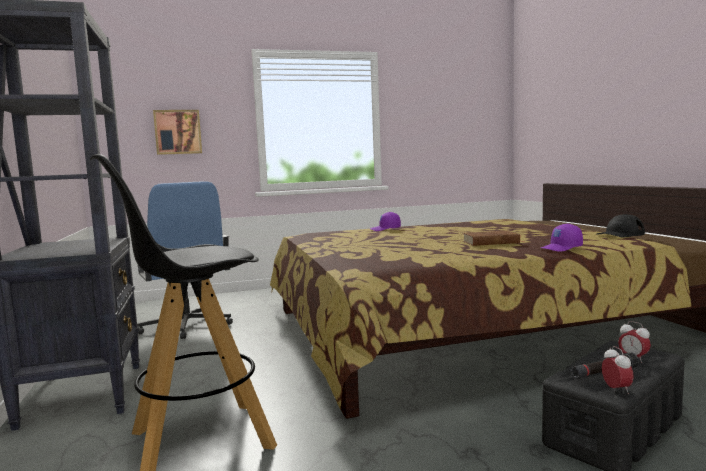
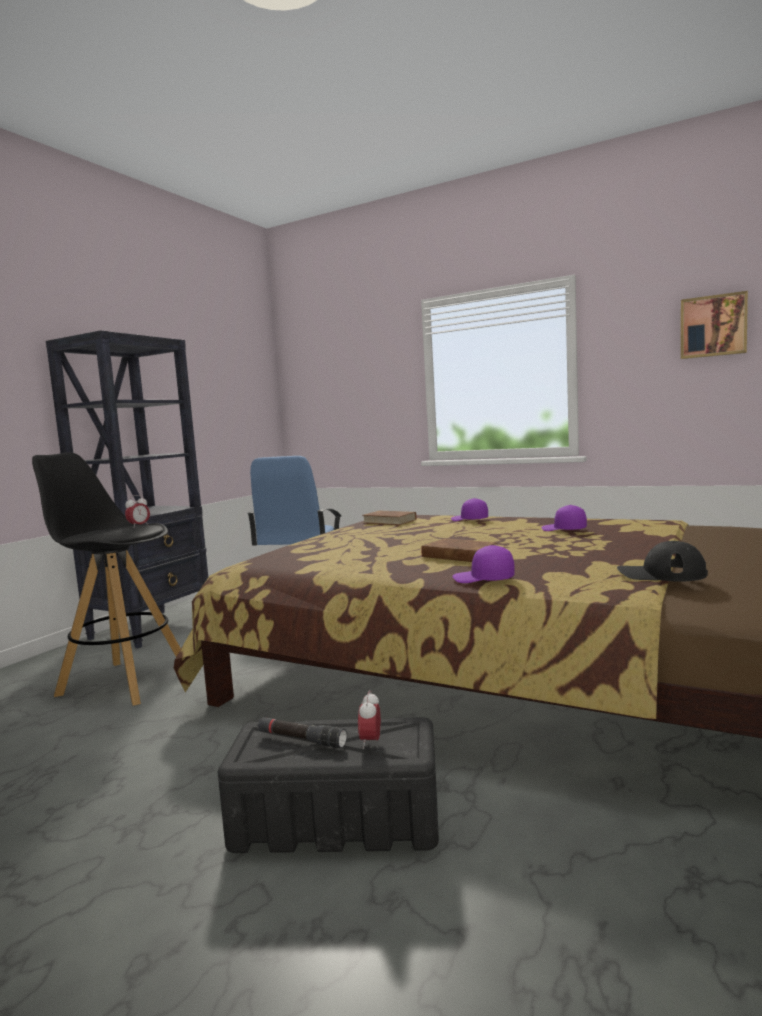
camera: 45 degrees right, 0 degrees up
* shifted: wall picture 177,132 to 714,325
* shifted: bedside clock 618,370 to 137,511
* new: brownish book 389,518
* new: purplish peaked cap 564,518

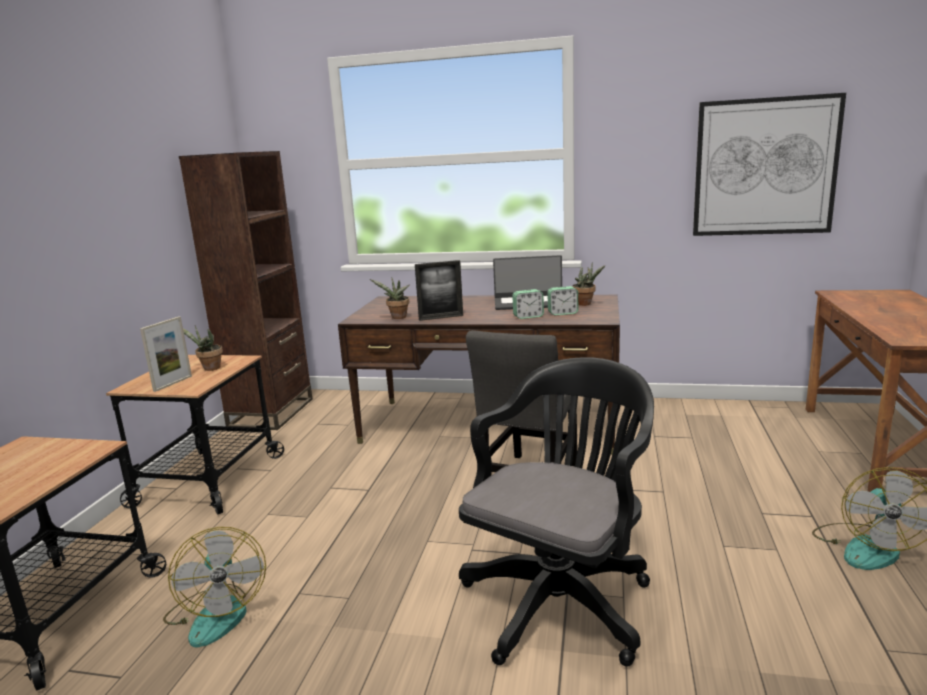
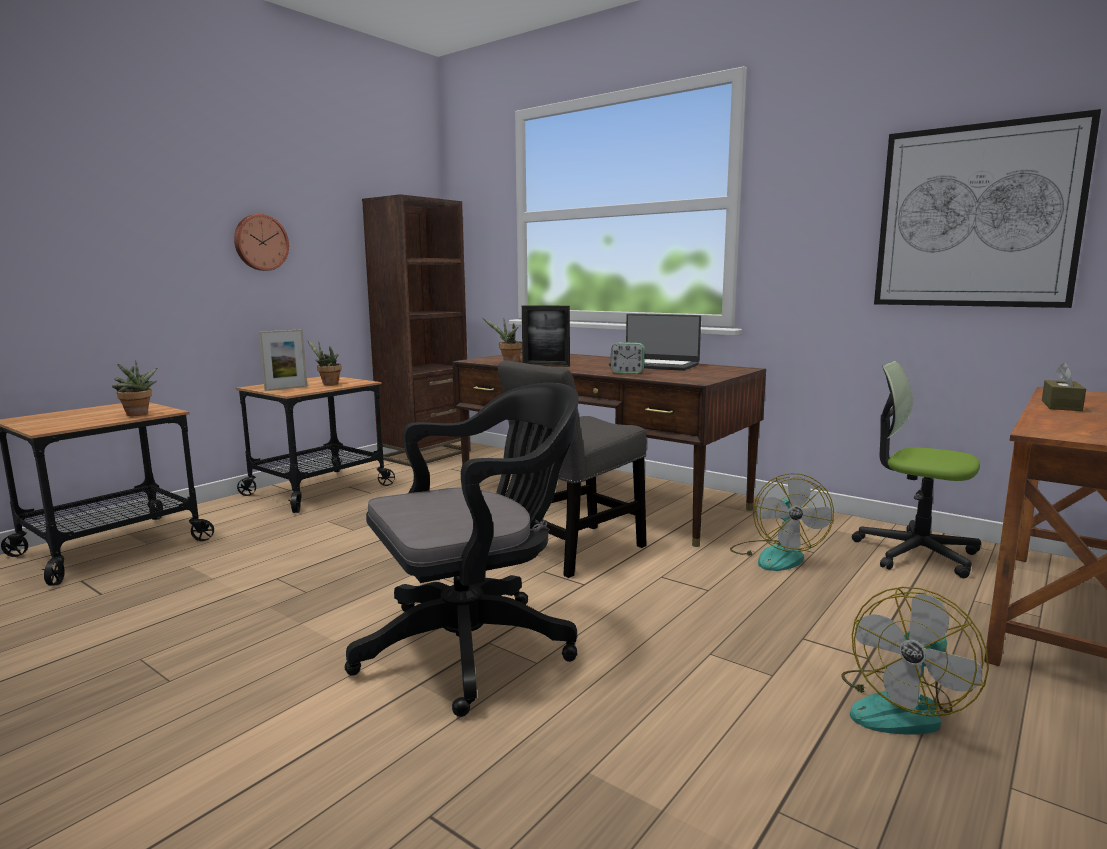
camera: 25 degrees right, 5 degrees down
* shifted: fan 214,587 to 782,522
* gone: bedside clock 562,301
* shifted: potted plant 588,284 to 134,388
* new: hanging clock 261,242
* new: desk chair 916,469
* new: brownish tissue box 1064,386

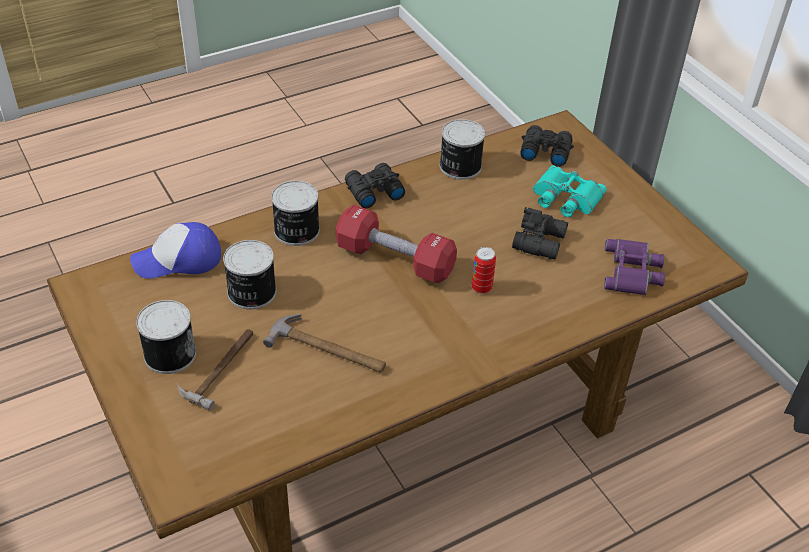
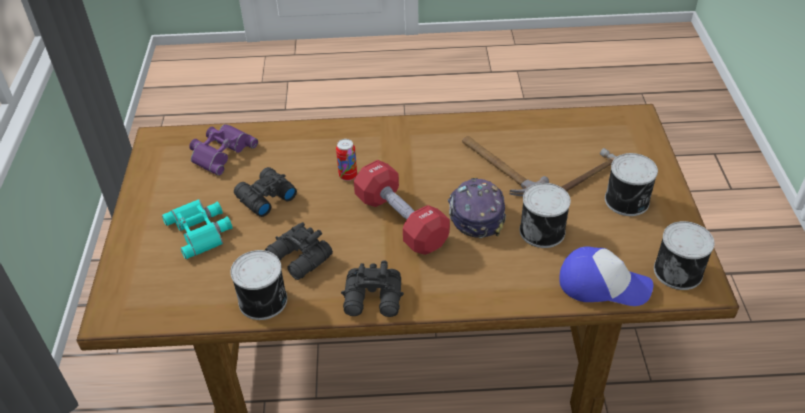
camera: 150 degrees left, 0 degrees up
* shifted: metal can 295,213 to 684,255
* shifted: black pair of binoculars 547,146 to 299,251
* new: peaked cap 477,208

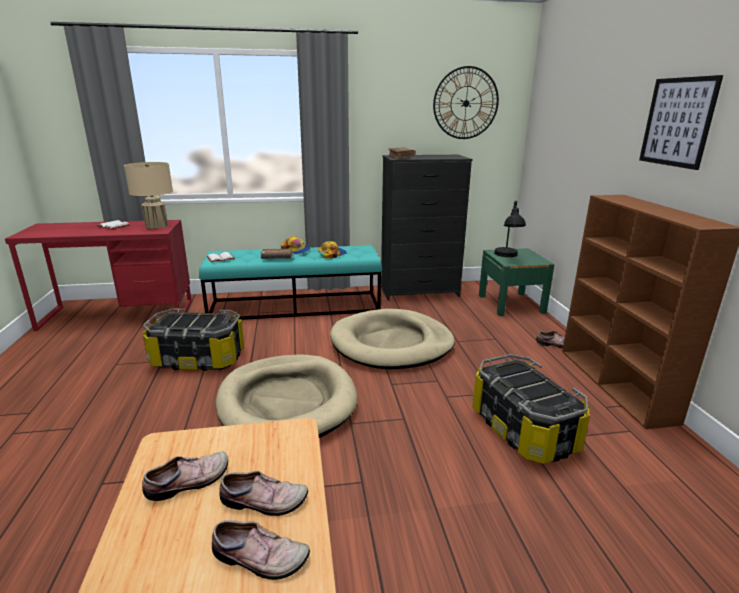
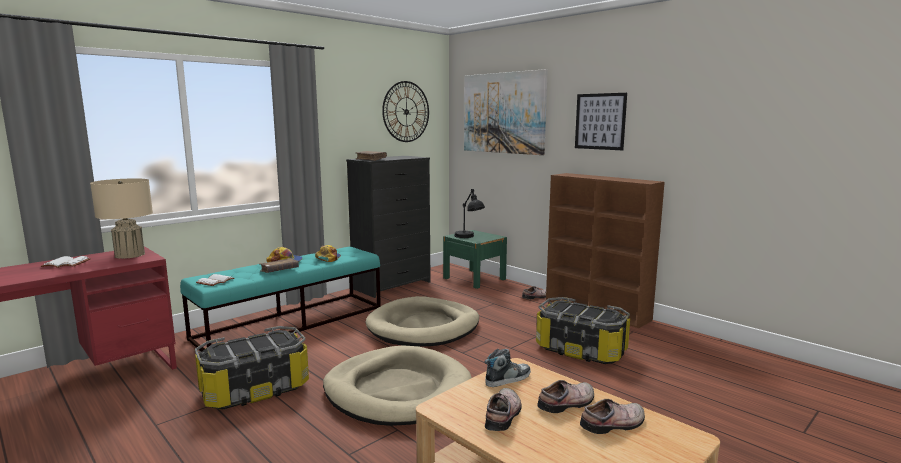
camera: 35 degrees left, 10 degrees down
* new: wall picture 506,112
* new: shoe 508,368

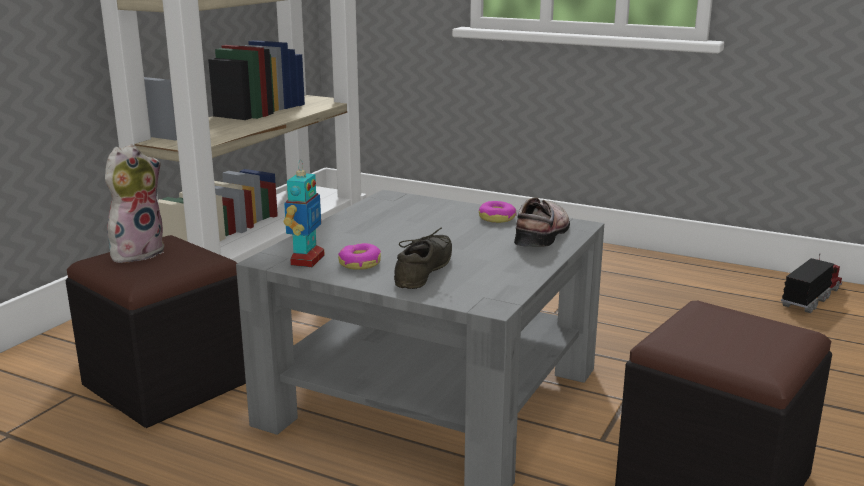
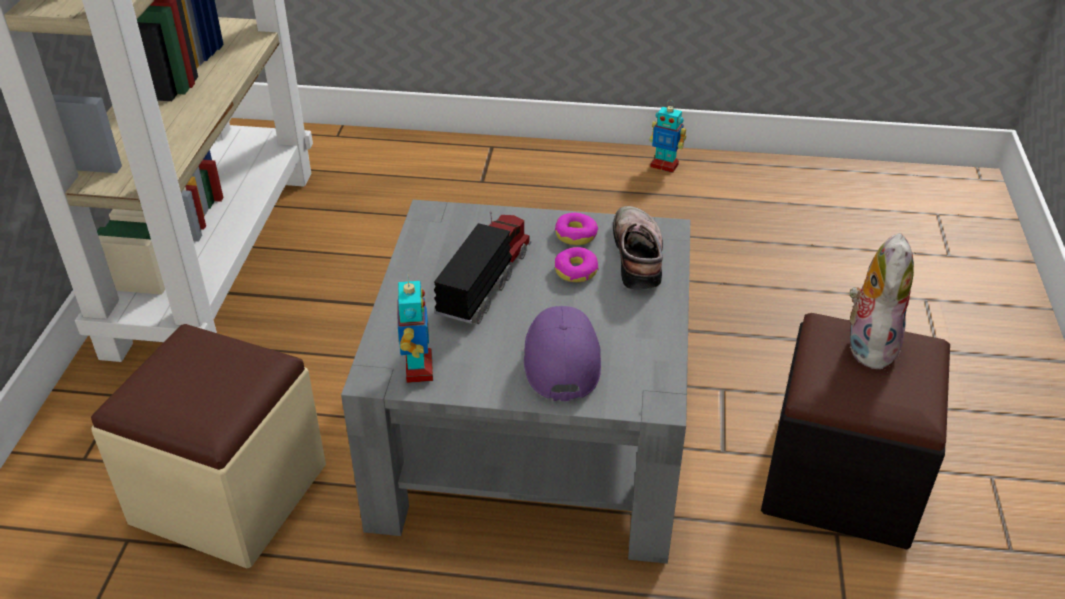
camera: 20 degrees left, 20 degrees up
* repainted: black footrest 156,331 to beige-coloured footrest 208,446
* shifted: soft toy 134,203 to 881,301
* shifted: donut 359,256 to 577,264
* swapped: gray shoe 423,258 to purplish peaked cap 562,353
* shifted: toy lorry 811,283 to 482,268
* new: model robot 667,137

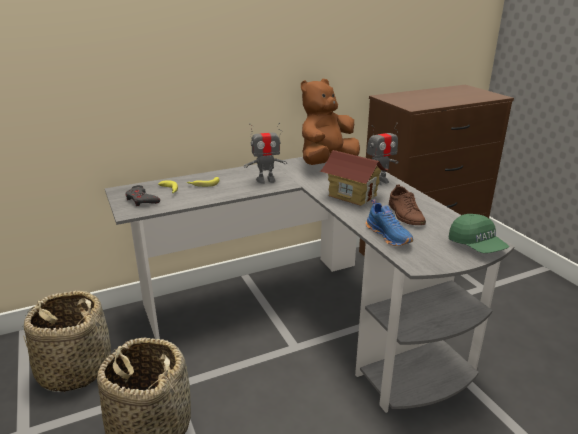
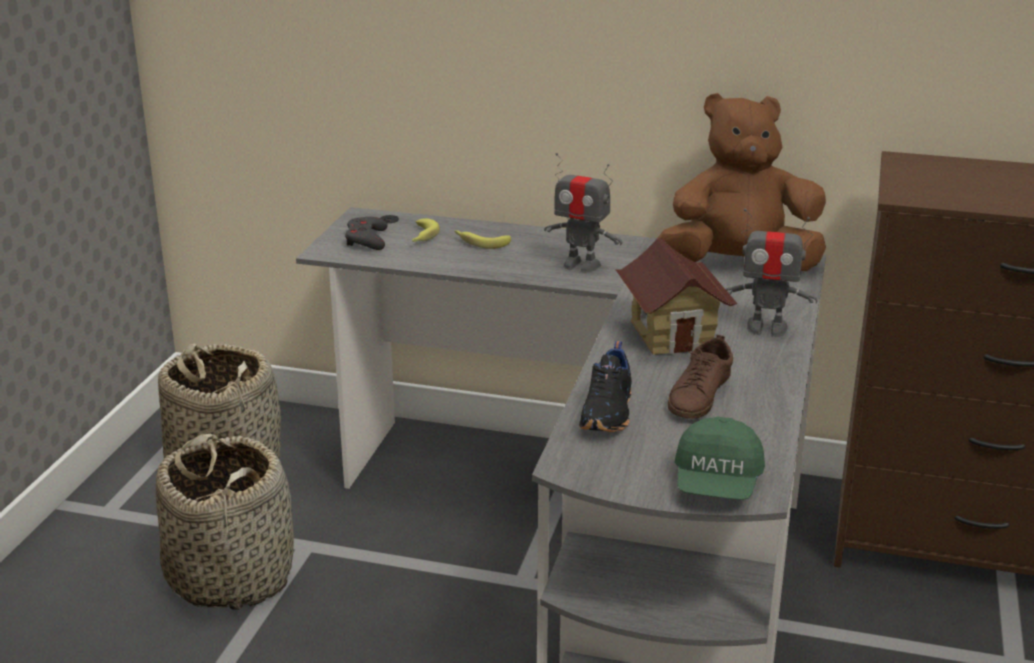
camera: 40 degrees right, 0 degrees up
* repainted: bluish shoe 389,222 to black shoe 605,386

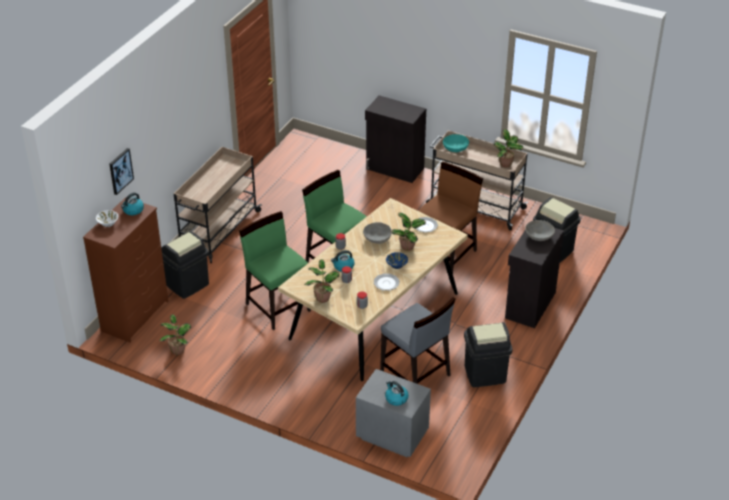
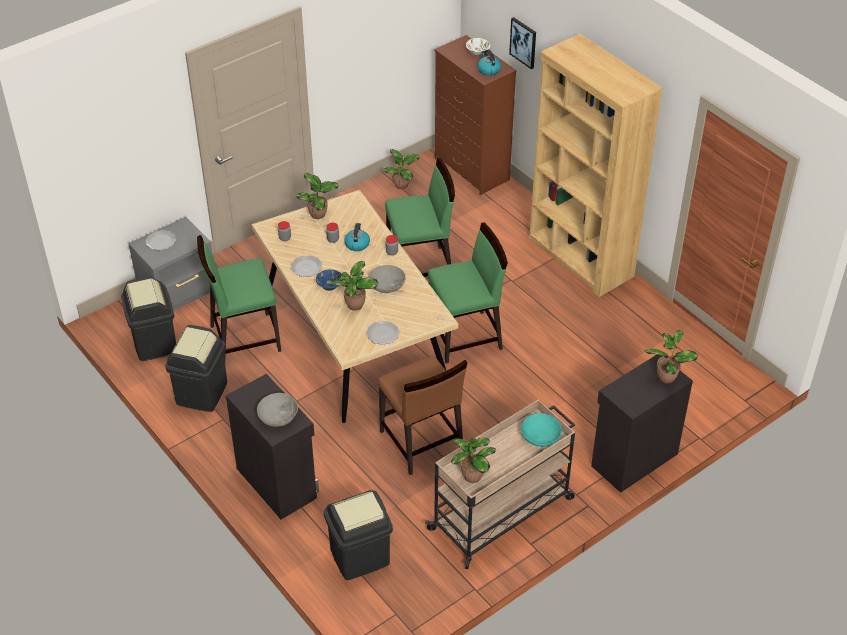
camera: 115 degrees right, 5 degrees up
* shifted: black rubbish bin 185,265 to 148,318
* swapped: beige-coloured cart 218,205 to brownish bookcase 595,165
* repainted: gray chair 417,340 to green chair 239,297
* swapped: kettle 397,393 to dinner plate 161,240
* new: potted plant 671,357

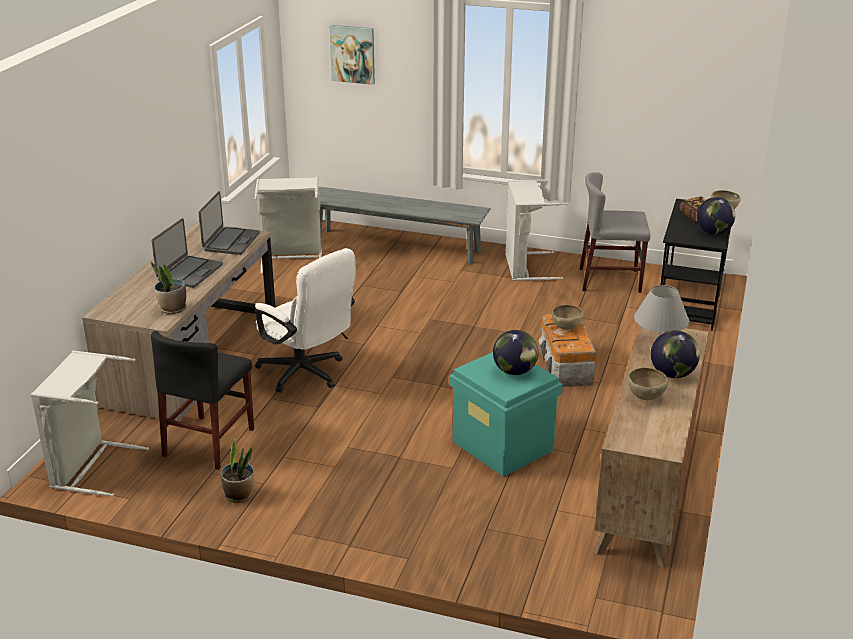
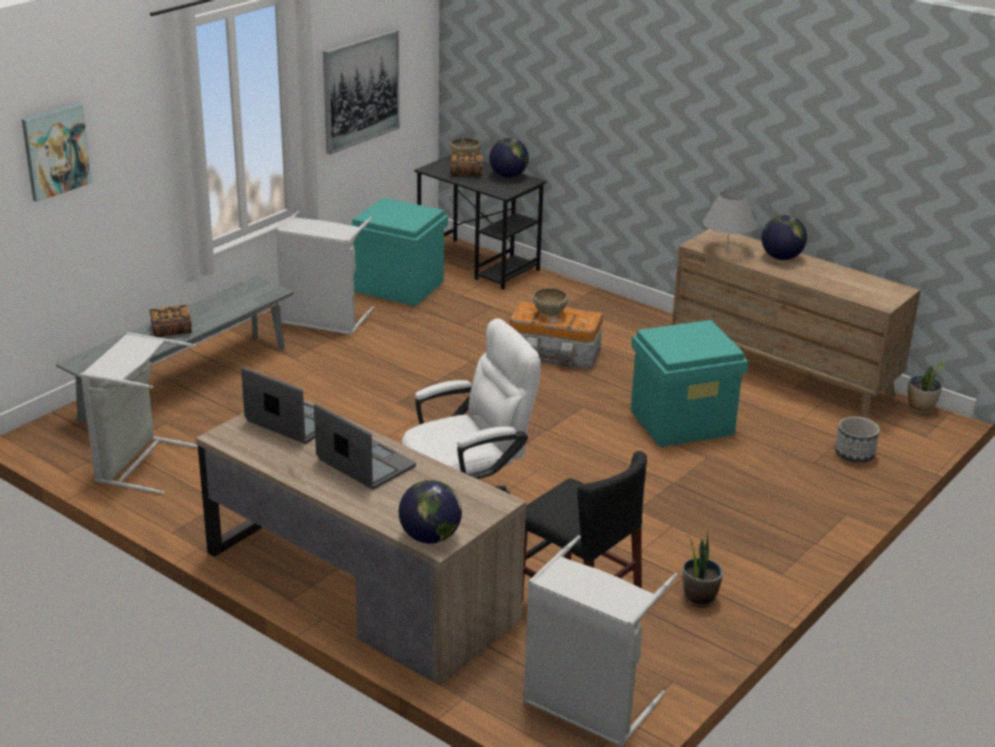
camera: 70 degrees left, 0 degrees up
* shifted: potted plant 168,288 to 927,385
* shifted: world globe 515,352 to 430,512
* swapped: gray chair 615,232 to turquoise storage container 399,252
* gone: brownish deep dish 648,383
* new: book 170,321
* new: wall picture 361,92
* new: plant pot 857,440

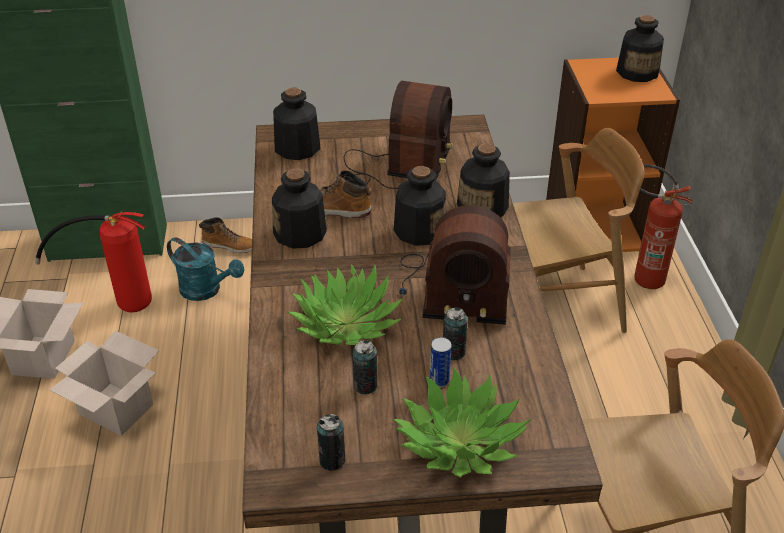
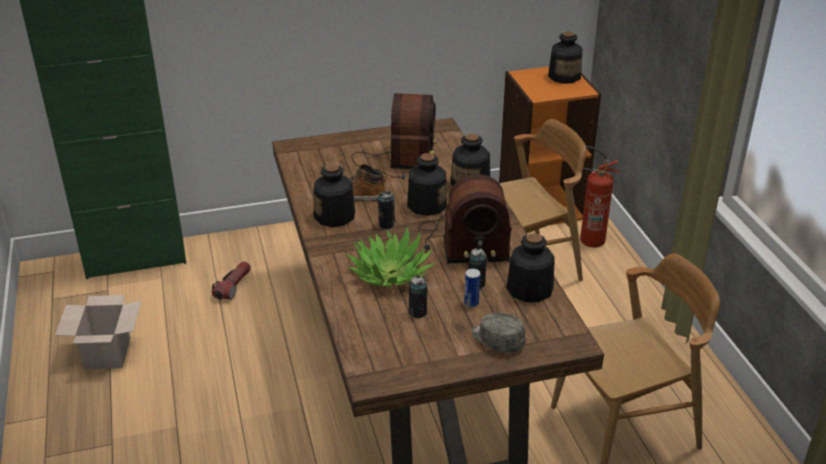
camera: 10 degrees left, 5 degrees down
* gone: extinguisher 93,261
* gone: carton 104,383
* swapped: turquoise sprinkling can 205,269 to hand torch 231,280
* gone: tall boot 225,235
* shifted: beverage bottle 297,124 to 531,267
* shifted: metal can 331,442 to 386,210
* swapped: potted plant 462,423 to gray peaked cap 499,332

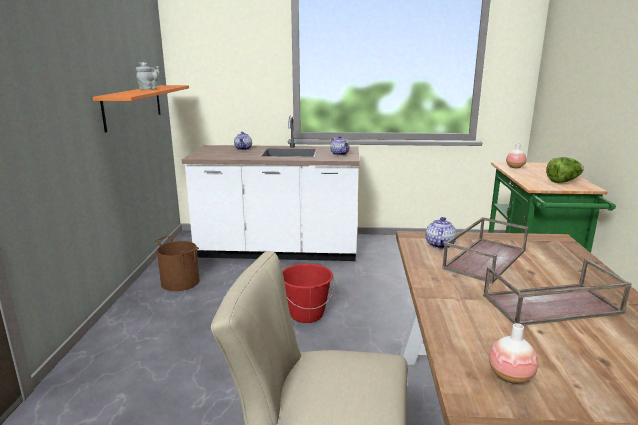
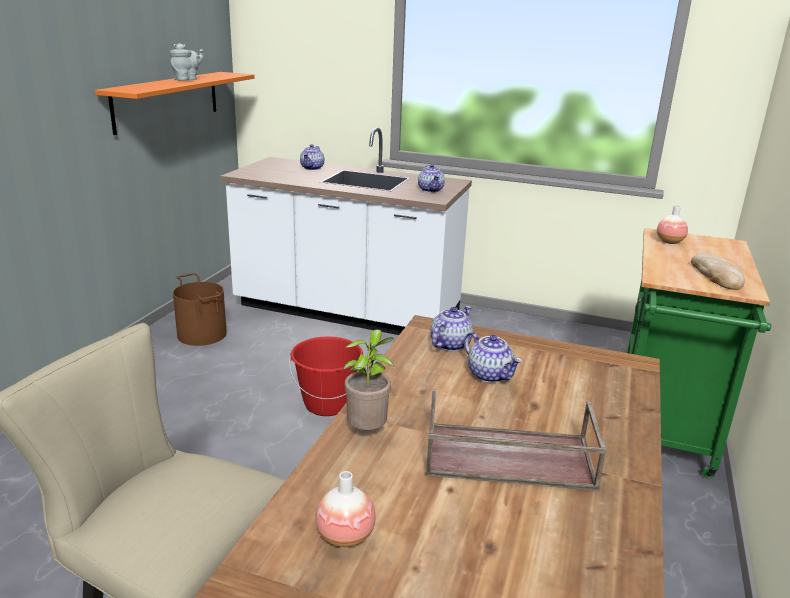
camera: 15 degrees right, 5 degrees up
* swapped: brownish tray 485,250 to tea pot 493,357
* swapped: lettuce 565,170 to bread 717,271
* new: potted plant 368,379

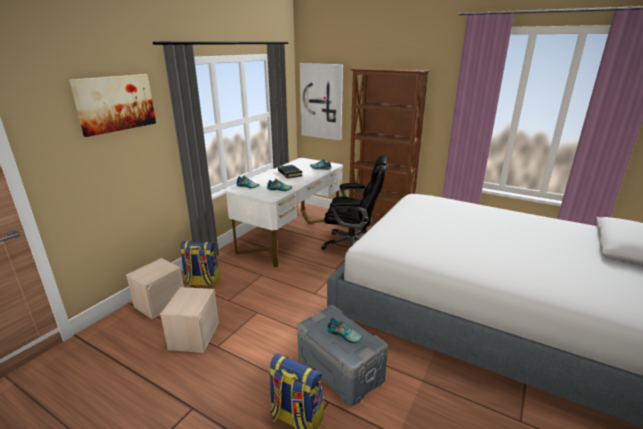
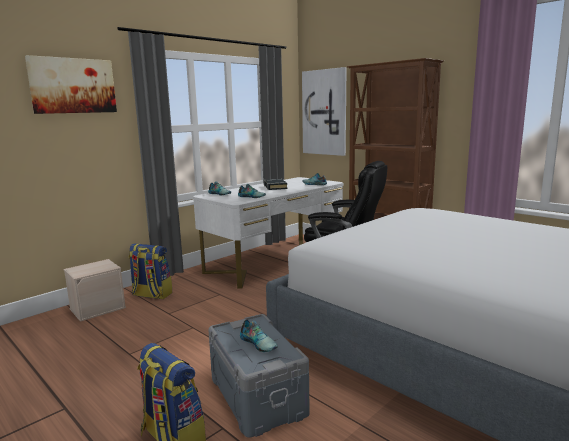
camera: 15 degrees right, 10 degrees down
* gone: beige-coloured storage container 189,320

